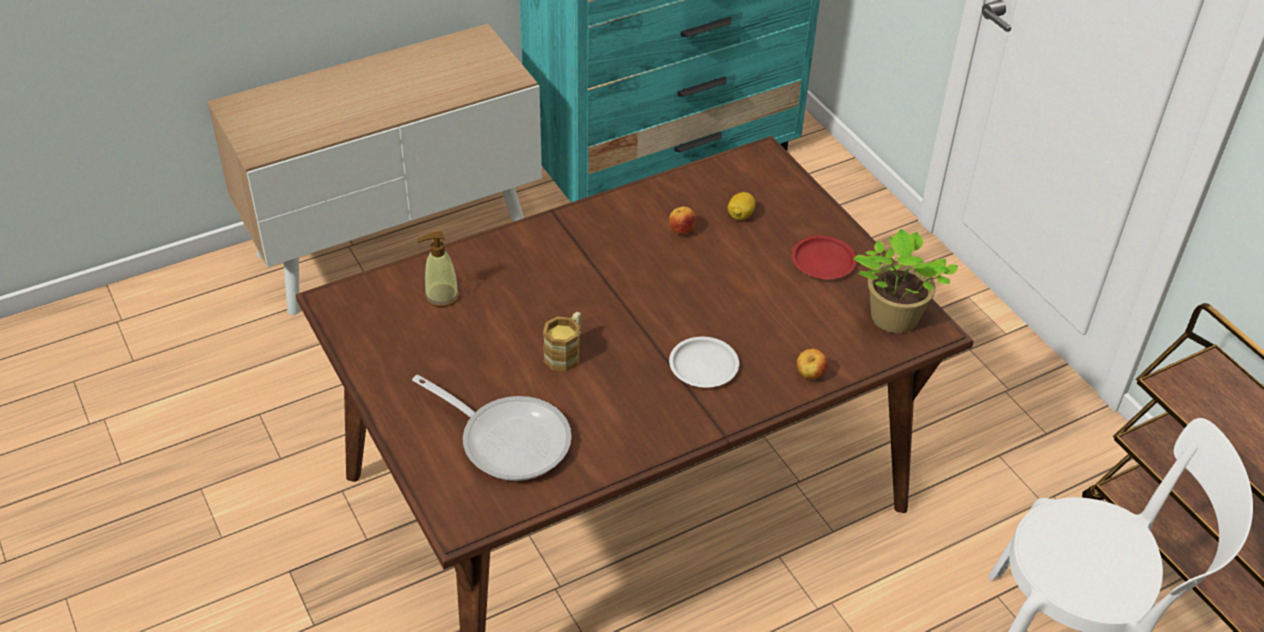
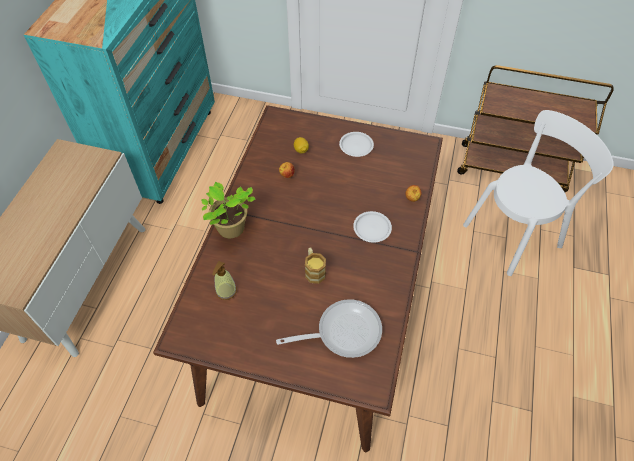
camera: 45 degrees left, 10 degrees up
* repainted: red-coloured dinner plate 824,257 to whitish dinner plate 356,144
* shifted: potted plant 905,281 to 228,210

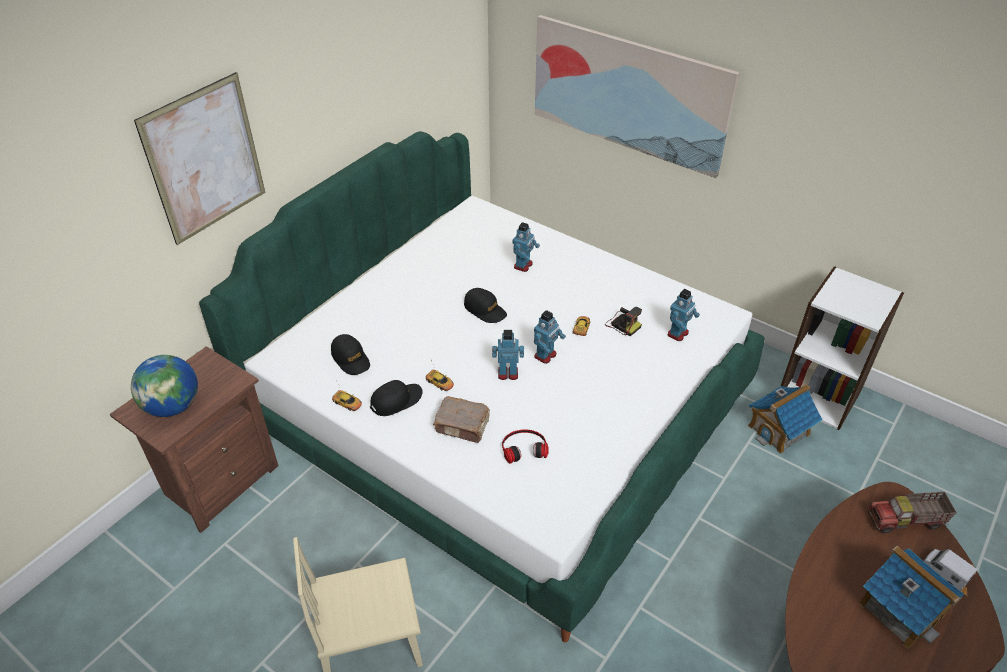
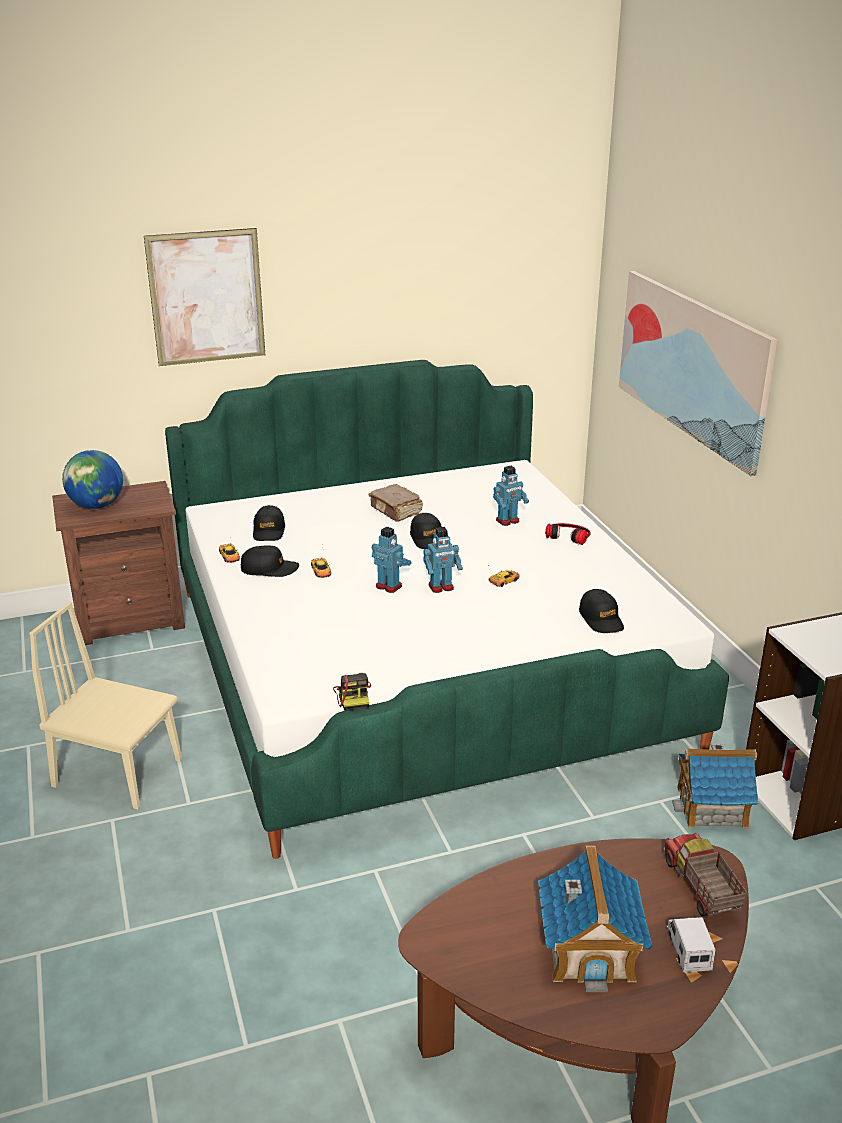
camera: 35 degrees right, 15 degrees down
* shifted: brownish book 461,419 to 396,503
* shifted: headset 525,446 to 568,534
* shifted: still camera 623,321 to 352,692
* swapped: model robot 684,315 to black peaked cap 601,611
* rotated: toy lorry 911,512 = 705,874 45 degrees clockwise

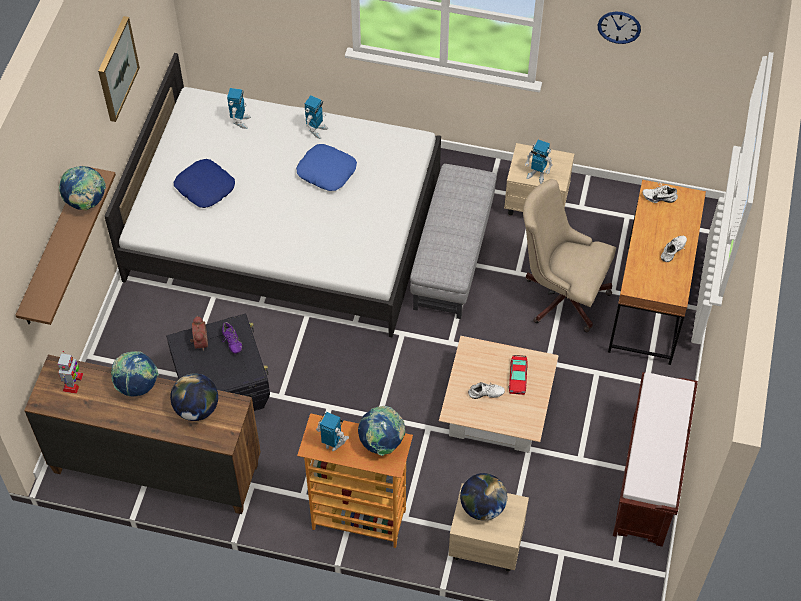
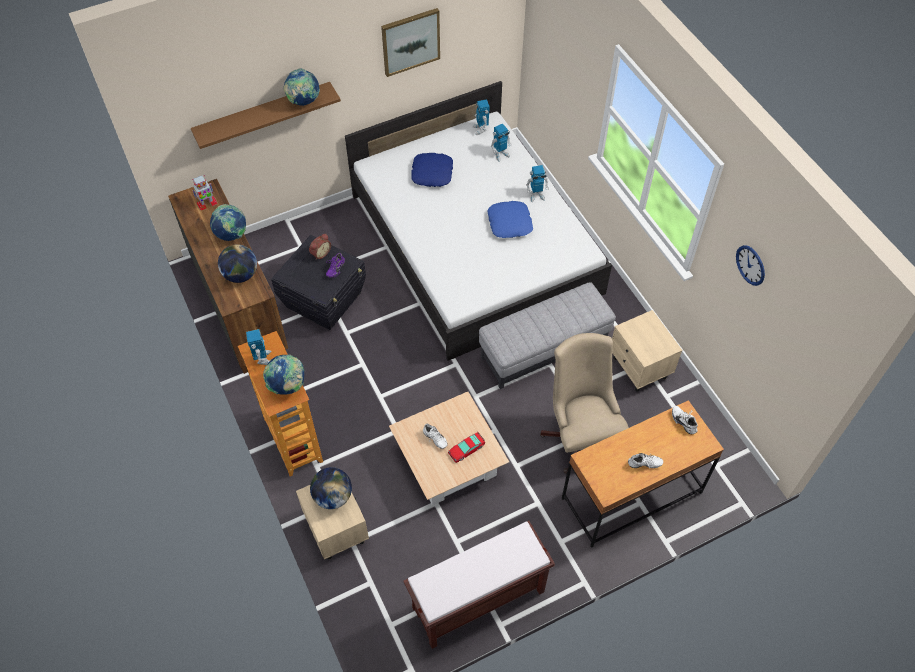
camera: 50 degrees right, 0 degrees up
* shifted: model robot 539,162 to 481,117

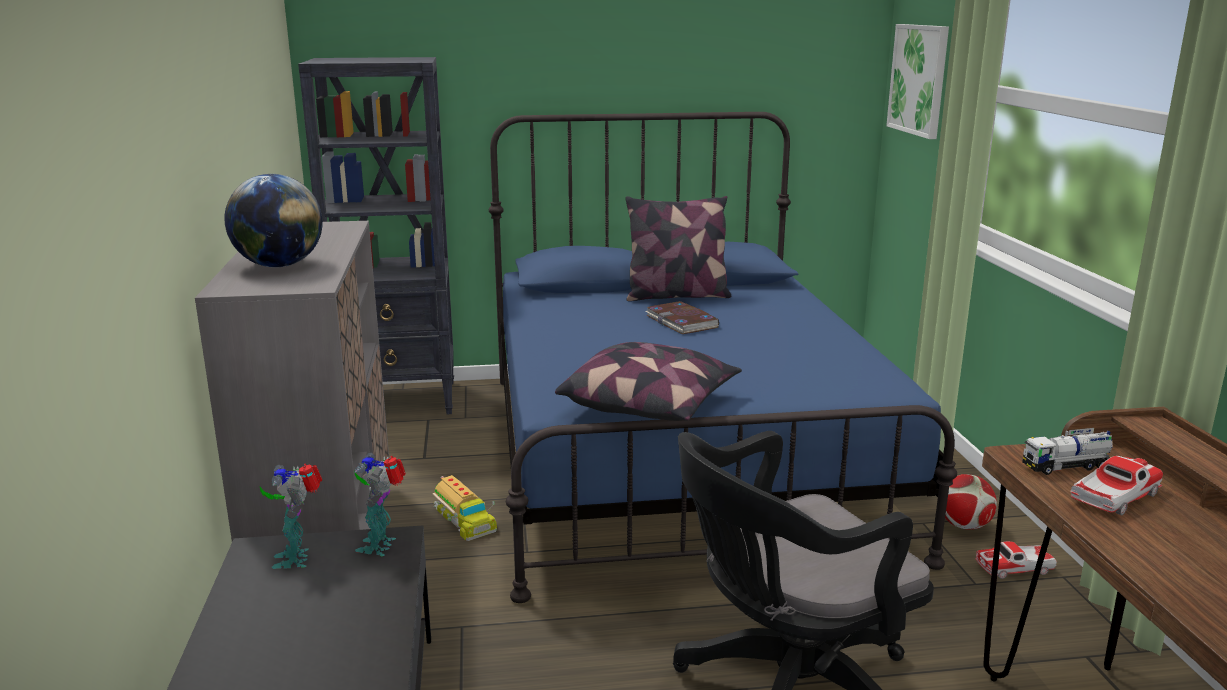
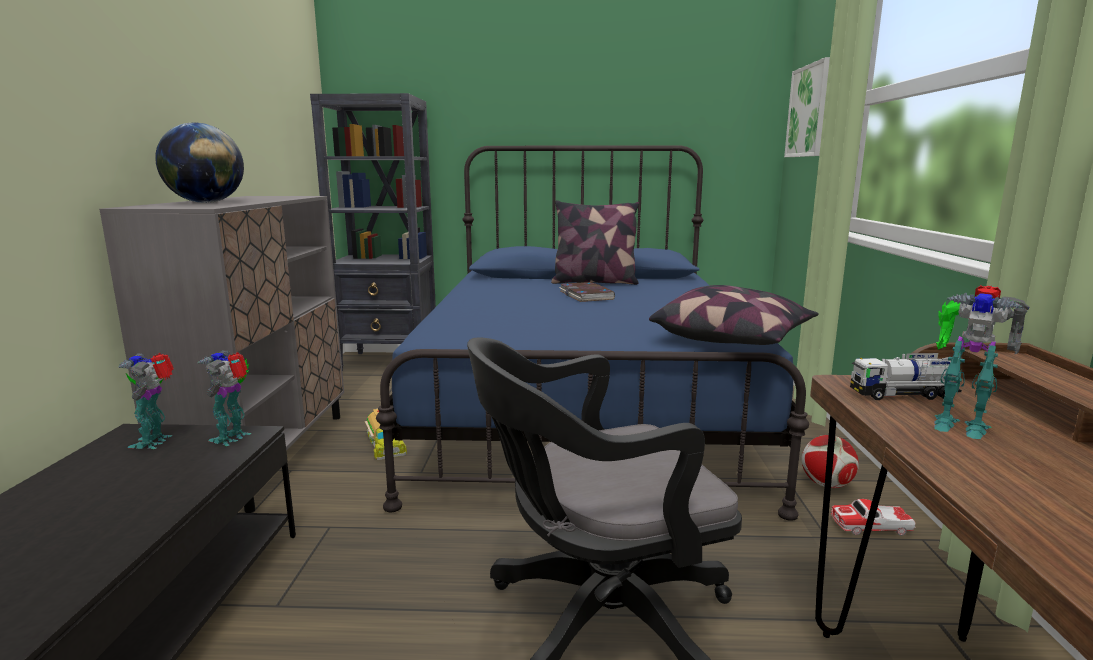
camera: 10 degrees right, 5 degrees down
* shifted: throw pillow 648,381 to 734,315
* swapped: miniature car 1116,486 to model robot 981,362

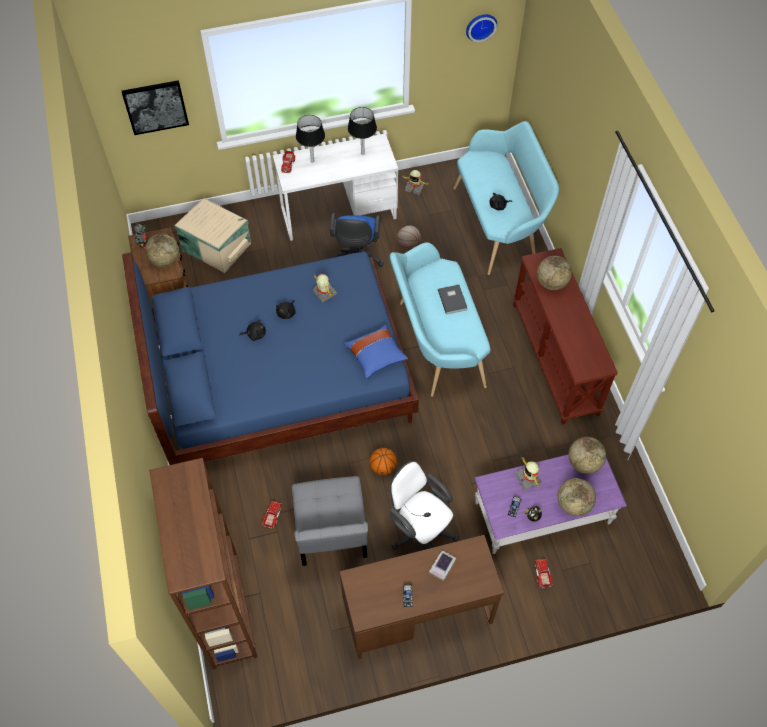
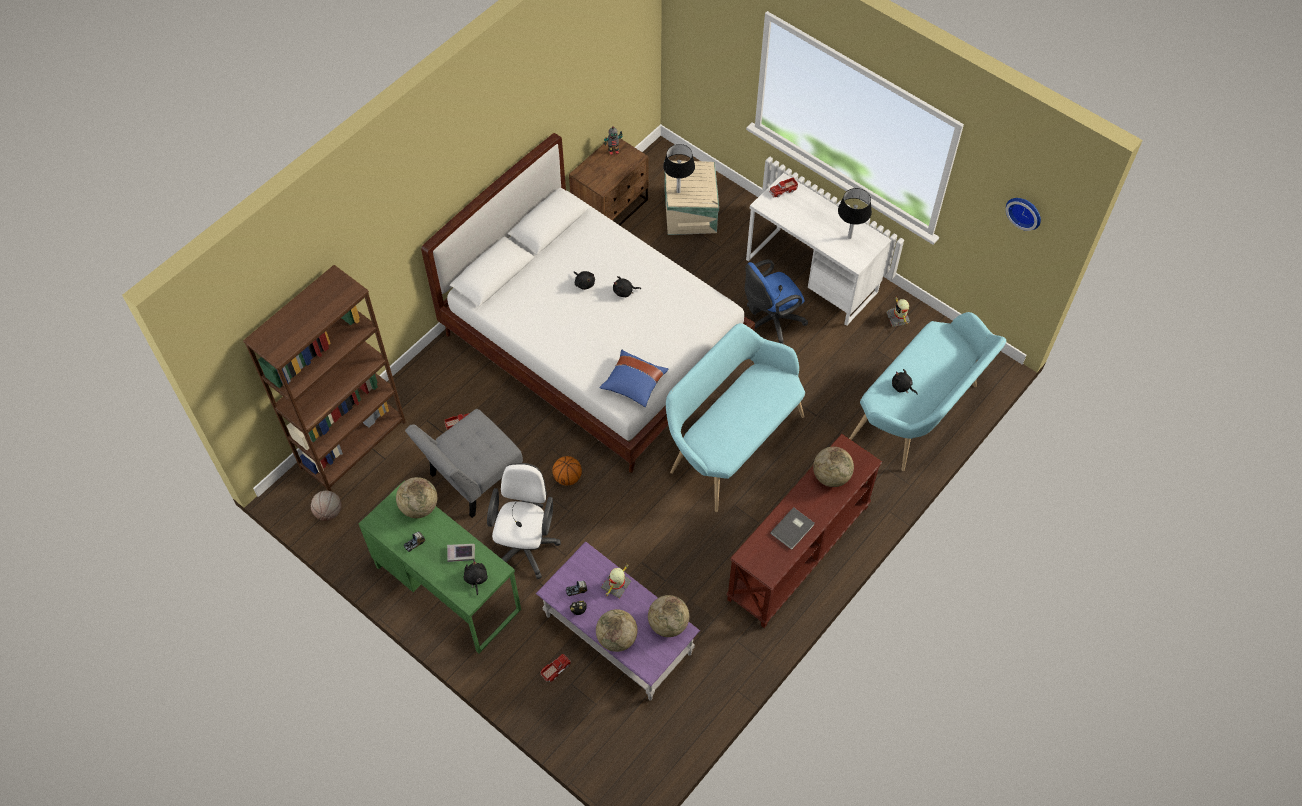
camera: 55 degrees right, 0 degrees up
* gone: wall picture 155,107
* repainted: bluish sleeping bed 270,358 to whitish sleeping bed 588,303
* shifted: world globe 162,250 to 416,497
* shifted: black table lamp 310,139 to 679,168
* gone: model robot 325,288
* repainted: brownish desk table 422,597 to green desk table 440,567
* shifted: ball for basketball 409,237 to 326,505
* shifted: gray book 452,299 to 792,528
* new: black soft toy 476,578

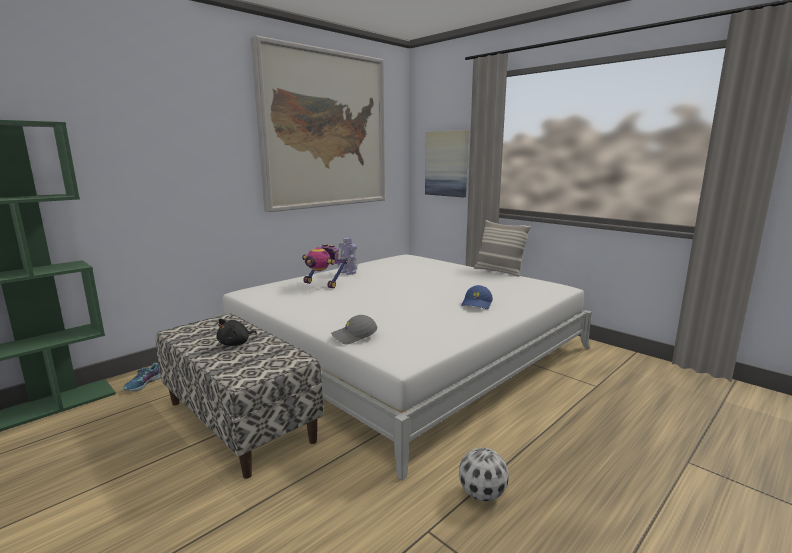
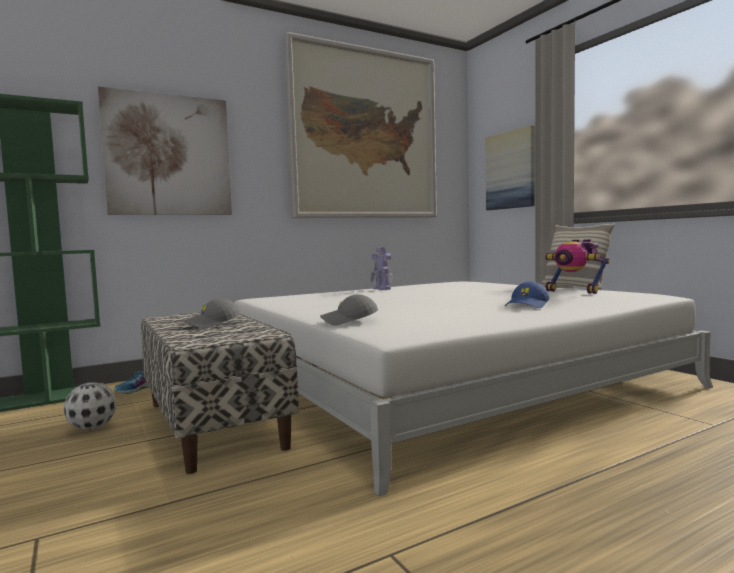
camera: 15 degrees right, 10 degrees down
* swapped: black soft toy 236,332 to gray peaked cap 212,313
* shifted: model robot 325,266 to 577,266
* shifted: football 484,475 to 90,406
* new: wall picture 165,150

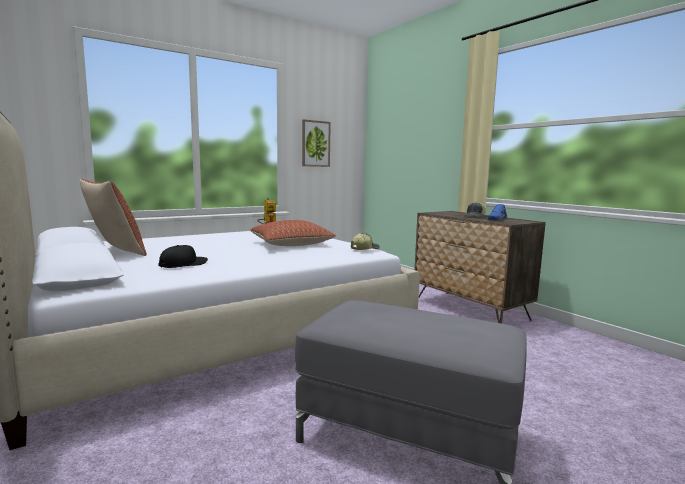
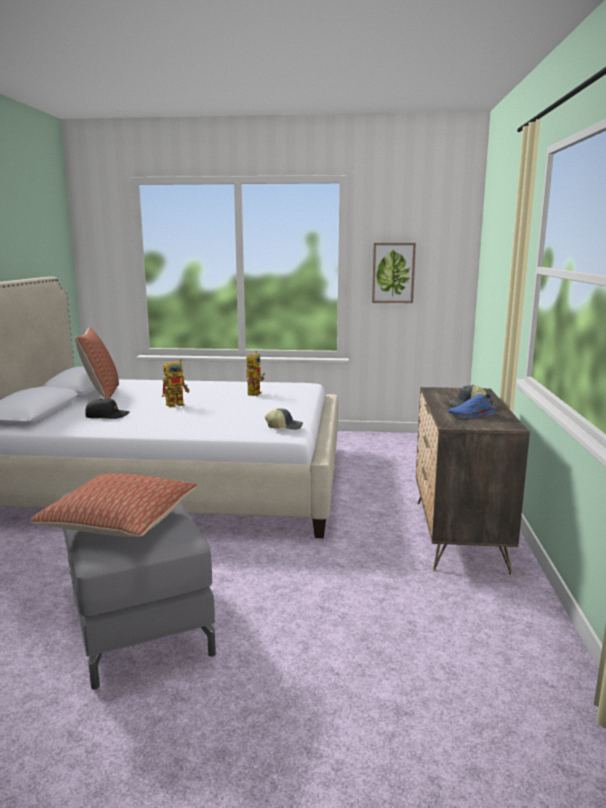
camera: 40 degrees right, 5 degrees up
* shifted: throw pillow 293,233 to 113,505
* new: model robot 175,383

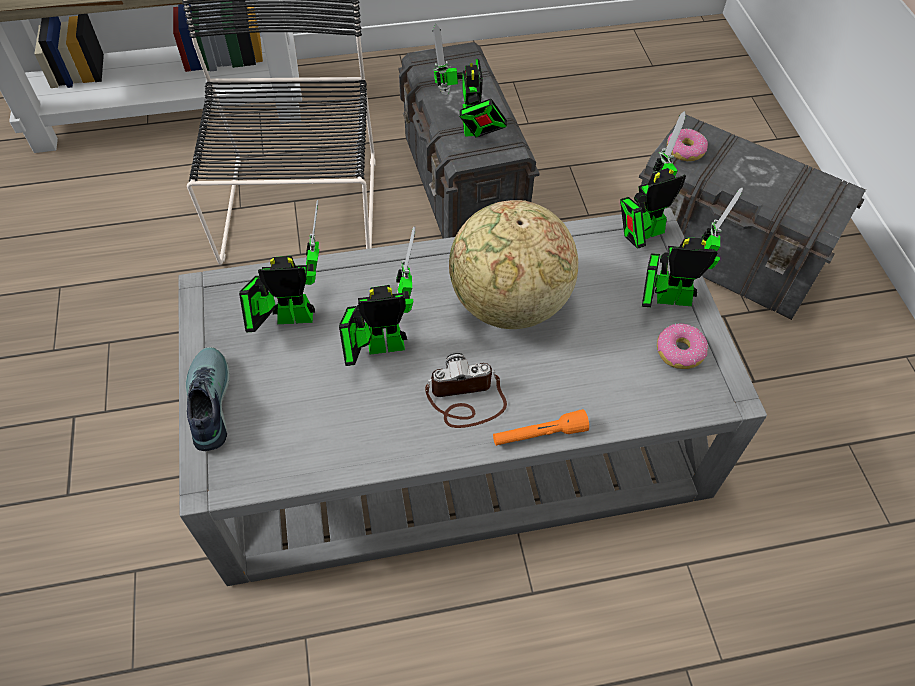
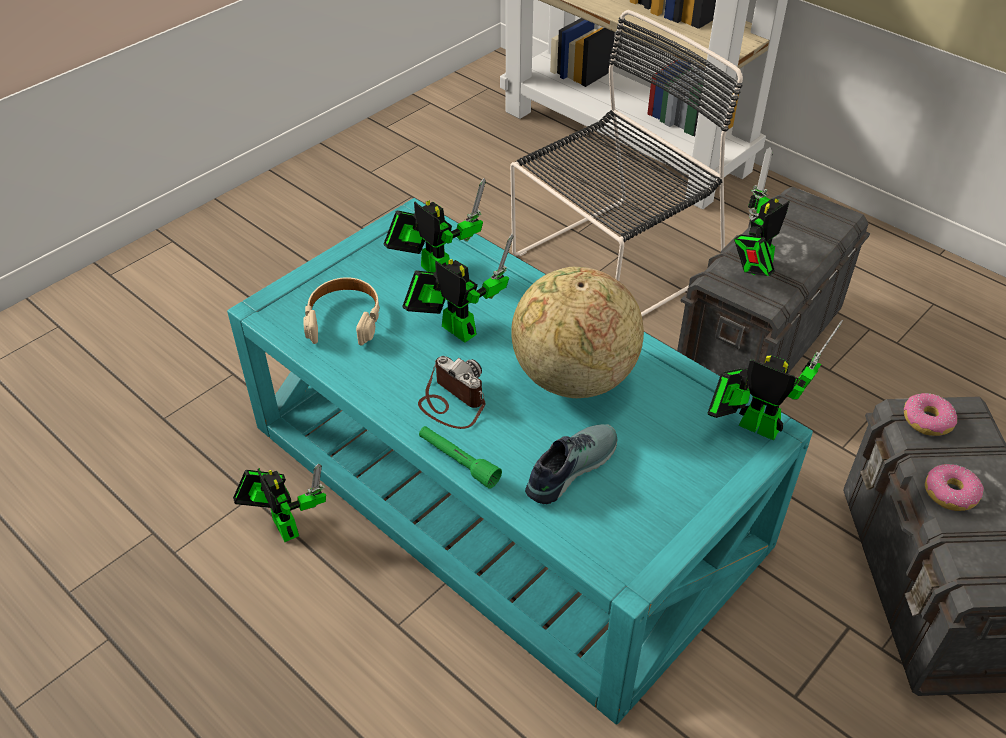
camera: 55 degrees right, 10 degrees down
* repainted: gray low table 473,397 to turquoise low table 520,461
* shifted: shoe 208,399 to 571,464
* repainted: orangey hand torch 541,427 to green hand torch 460,457
* shifted: model robot 692,247 to 279,503
* shifted: donut 682,346 to 954,487
* new: beige-coloured headset 342,311

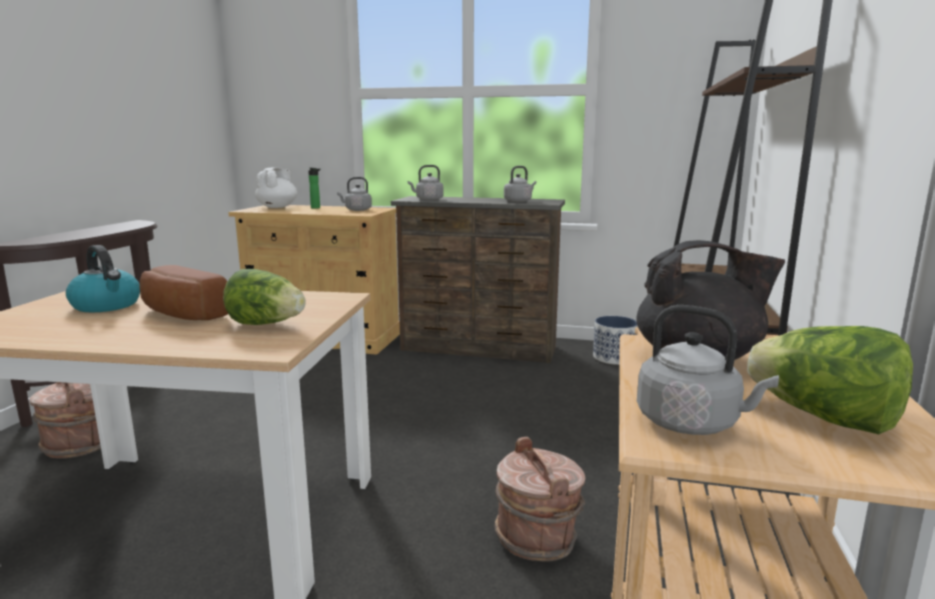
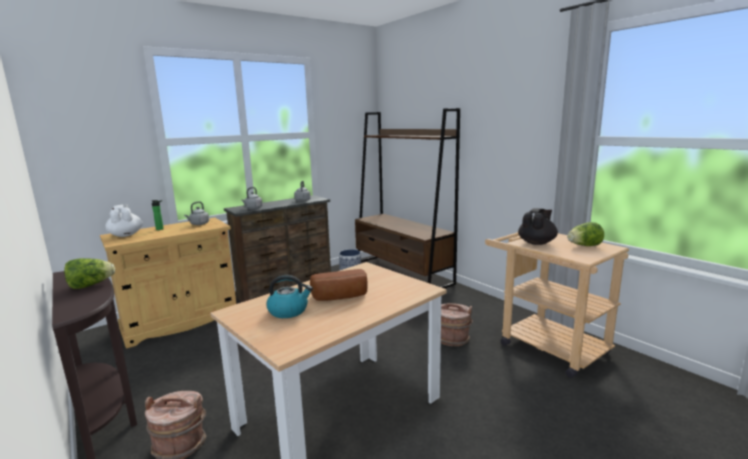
camera: 50 degrees left, 0 degrees up
* shifted: lettuce 264,297 to 89,273
* gone: gray kettle 708,370

